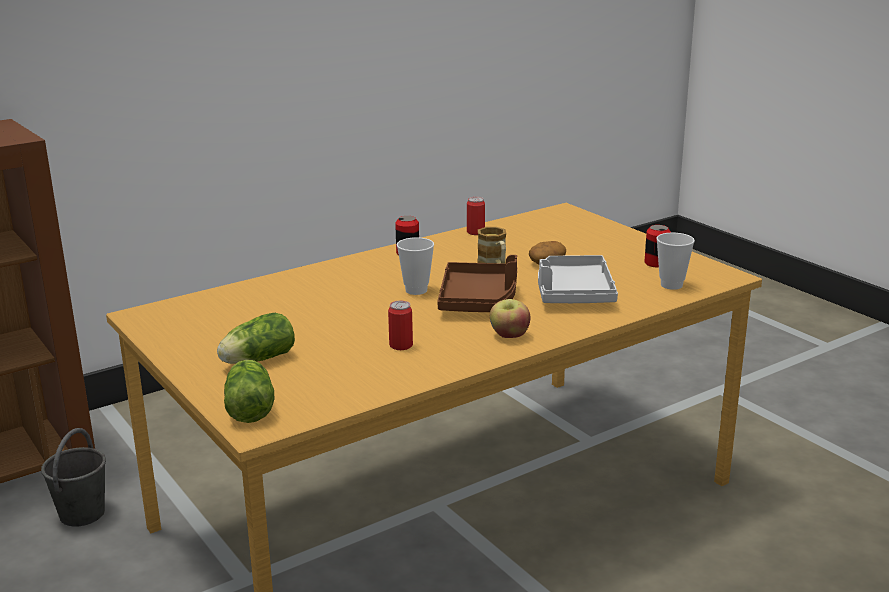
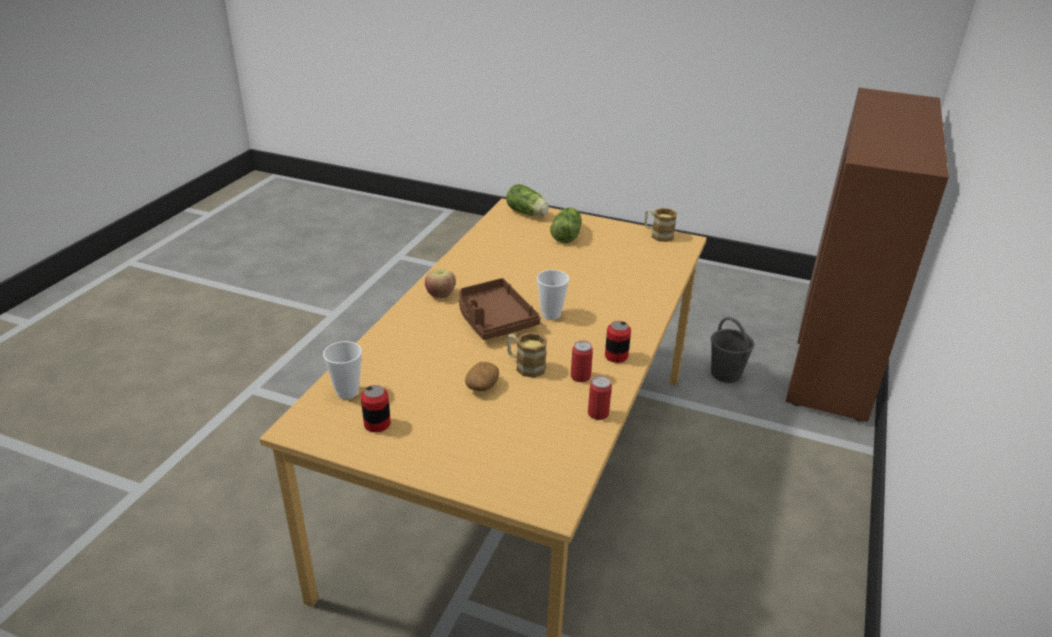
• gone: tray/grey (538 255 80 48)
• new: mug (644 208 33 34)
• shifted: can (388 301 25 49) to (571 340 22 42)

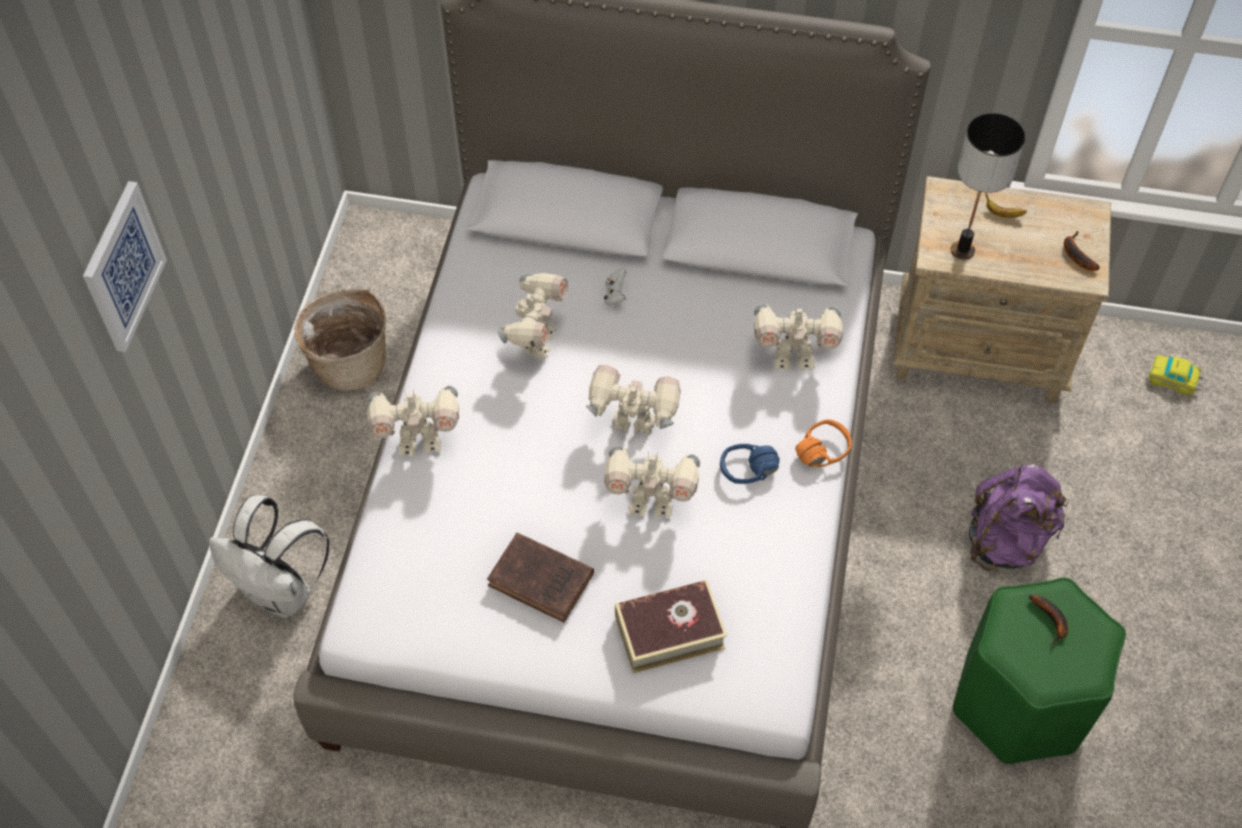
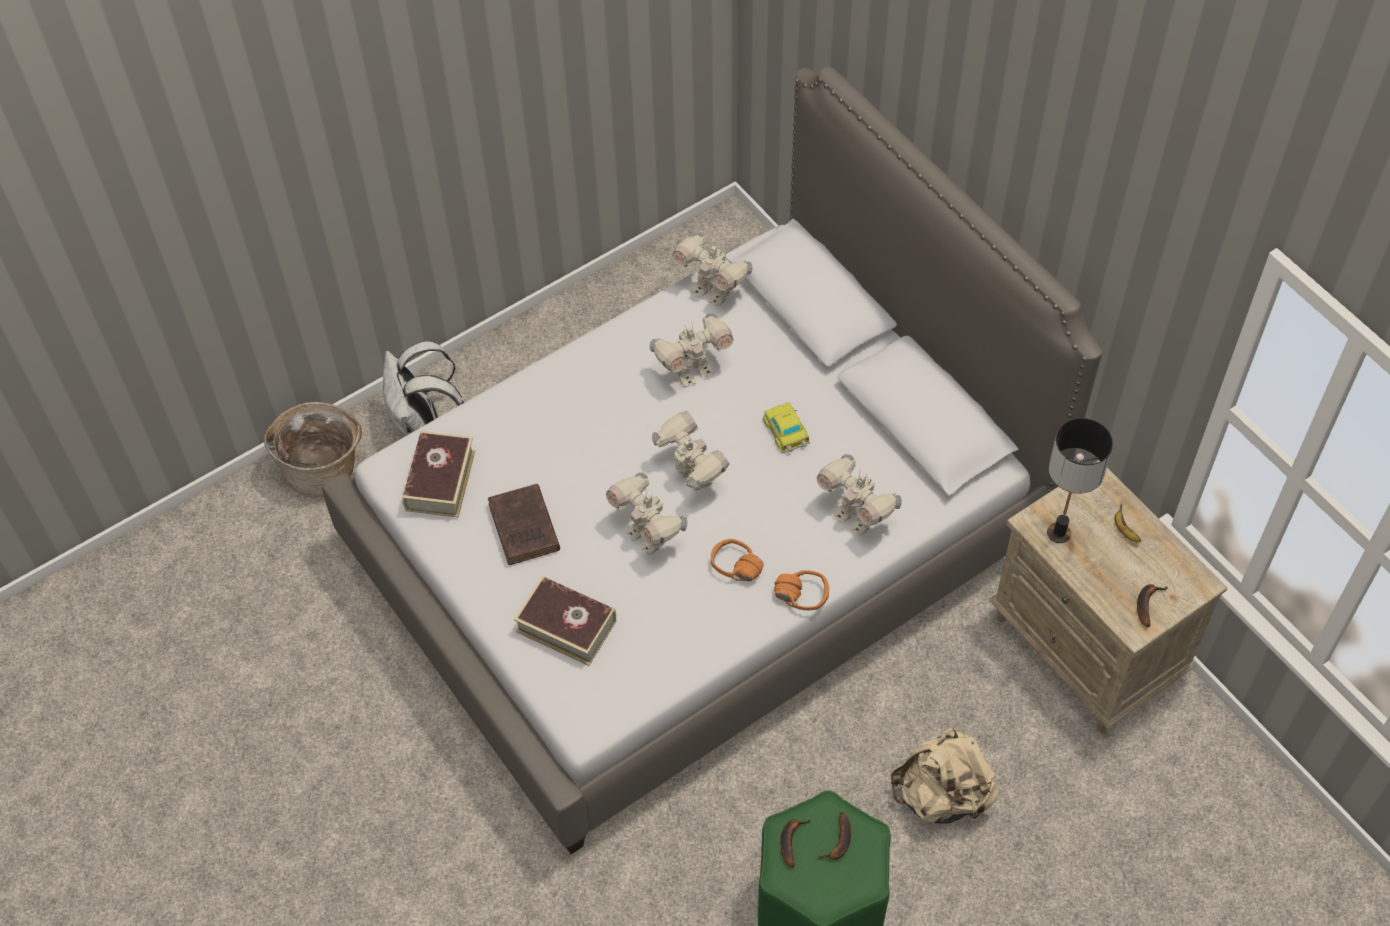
• gone: picture (83 181 84 171)
• gone: game controller/white (604 268 23 38)
• new: book (402 431 73 87)
• new: banana (780 819 31 49)
• shifted: basket (294 289 92 102) to (264 402 98 96)
• shifted: toy robot (367 386 92 71) to (672 233 81 73)
• shifted: toy car (1148 355 56 41) to (763 403 47 50)
• repainted: headphones/blue (720 444 60 40) to headphones/orange (711 538 53 43)
• repainted: backpack/purple (969 464 100 107) to backpack/beige (891 727 108 97)

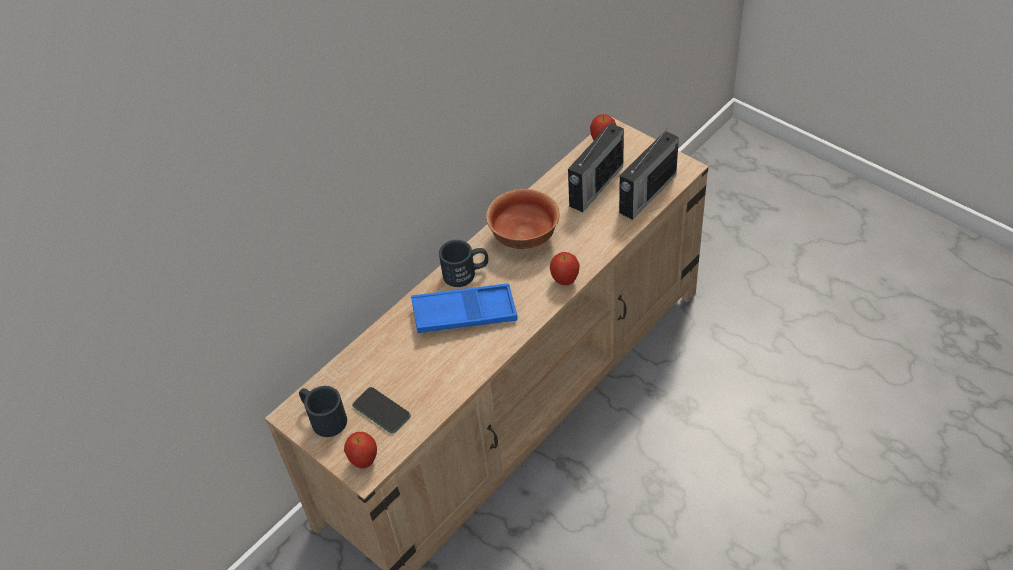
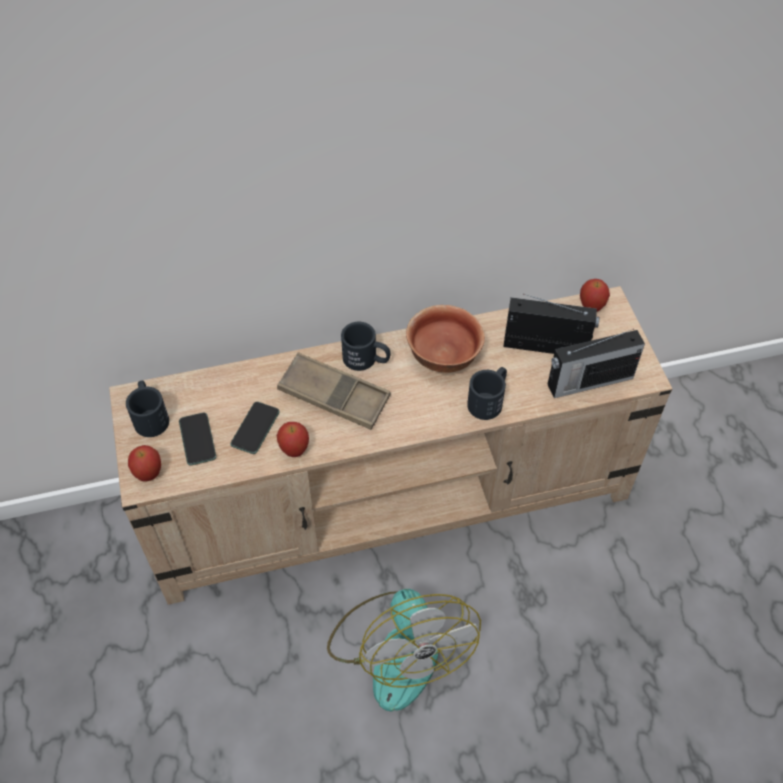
• new: phone (230 402 50 52)
• new: fan (327 589 154 123)
• new: mug/black (467 367 40 53)
• shifted: apple (550 252 29 33) to (276 422 33 35)
• repainted: tray/blue (411 284 106 49) to tray/brown (277 352 113 78)
• rotated: radio (568 121 56 91) = (503 294 96 60) 150 degrees counterclockwise

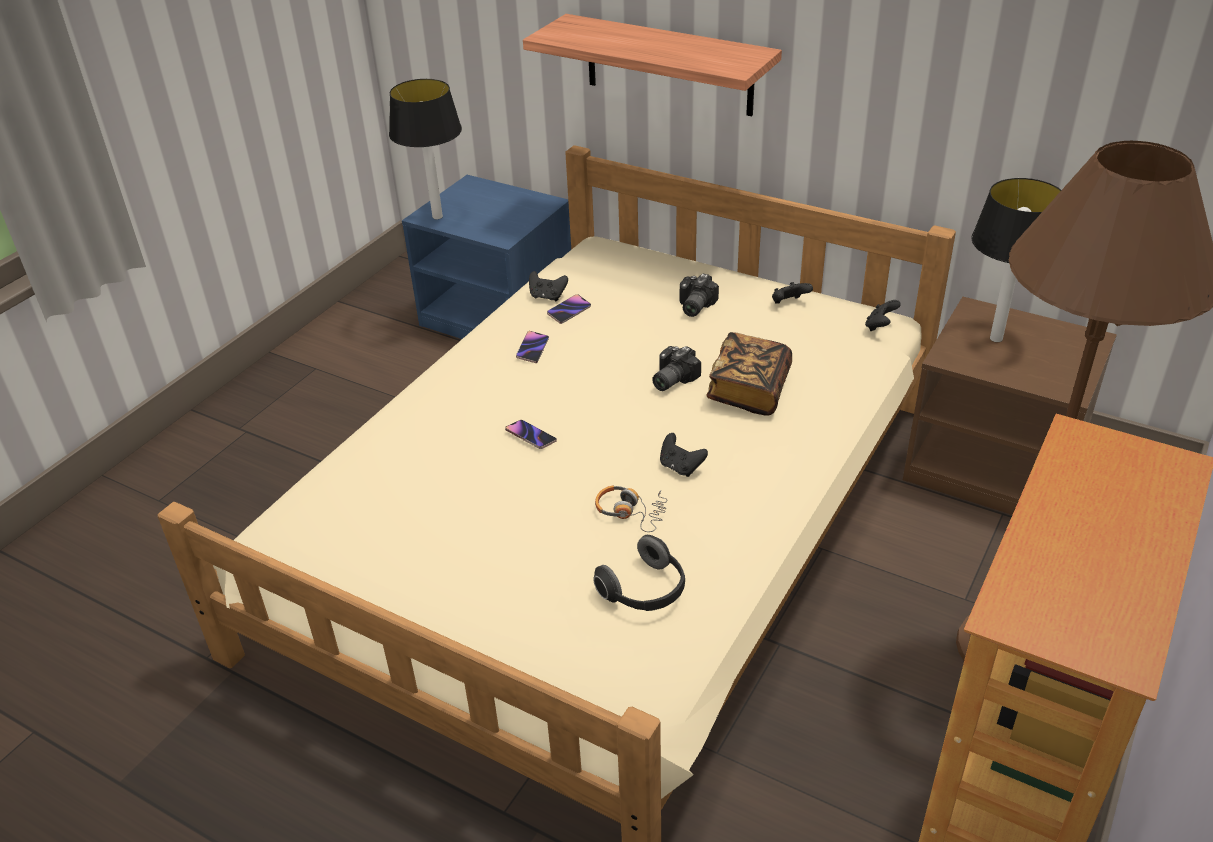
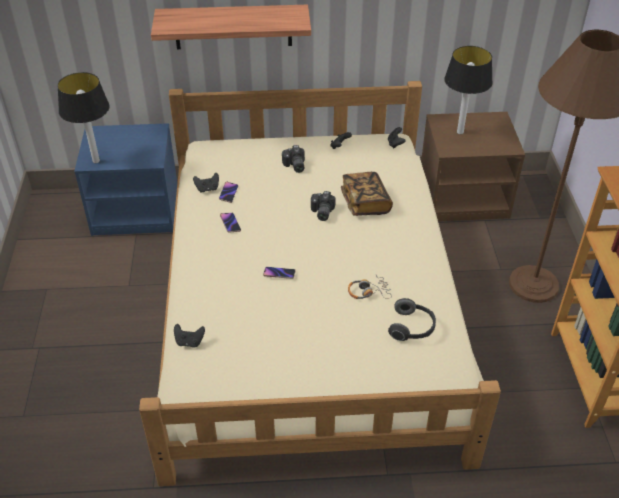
• shifted: game controller/black (660 433 48 44) to (174 324 31 24)

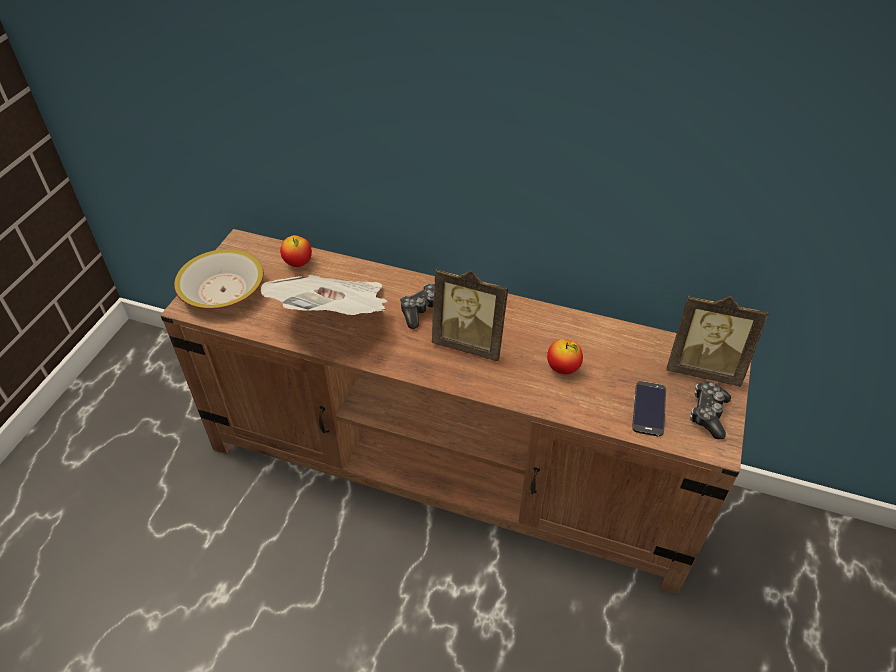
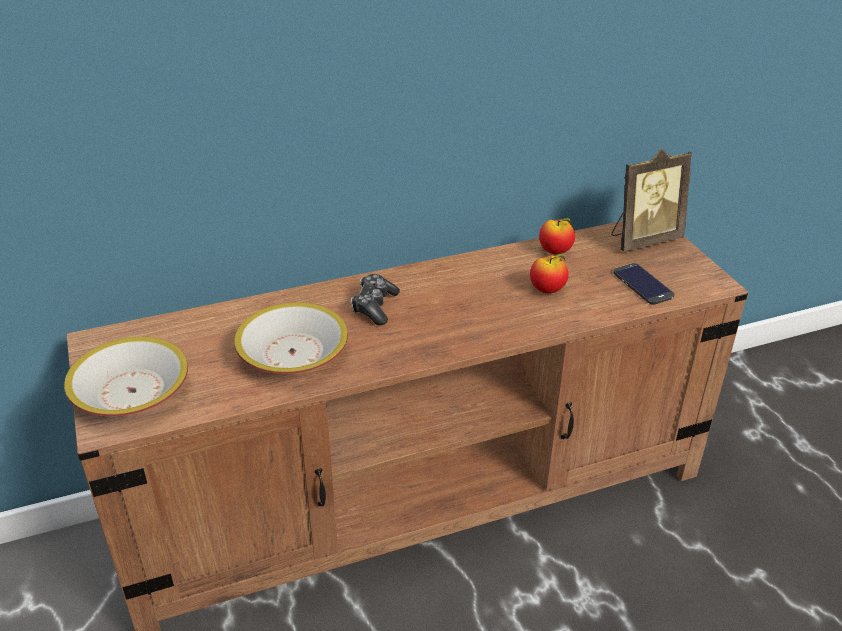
• gone: picture frame (432 268 76 93)
• gone: game controller (690 381 41 58)
• shifted: apple (280 235 32 32) to (539 218 36 37)
• swapped: newspaper (261 275 126 40) to bowl (234 302 114 72)

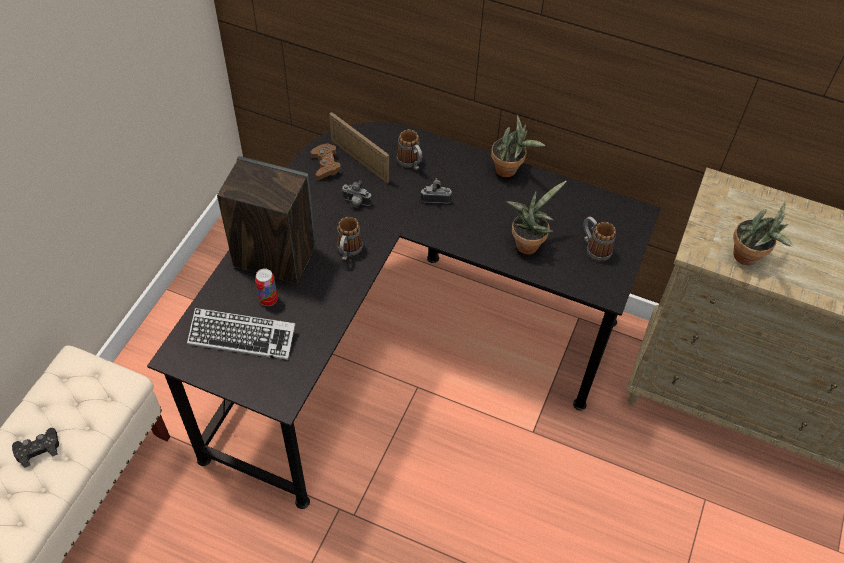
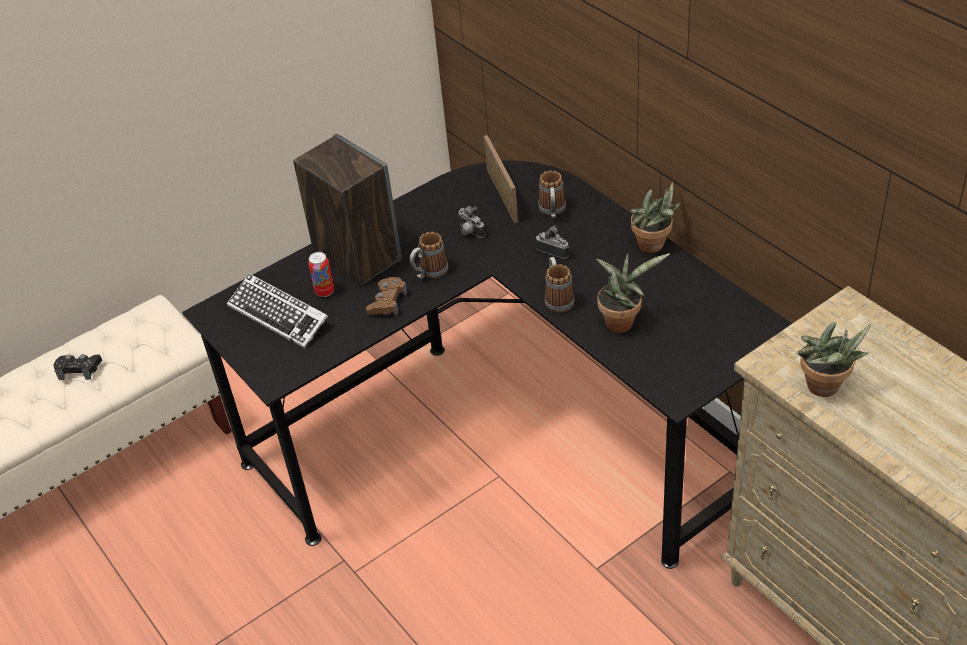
• shifted: game controller/brown (311 143 30 37) to (366 277 41 39)
• shifted: mug (583 217 33 44) to (545 257 30 56)

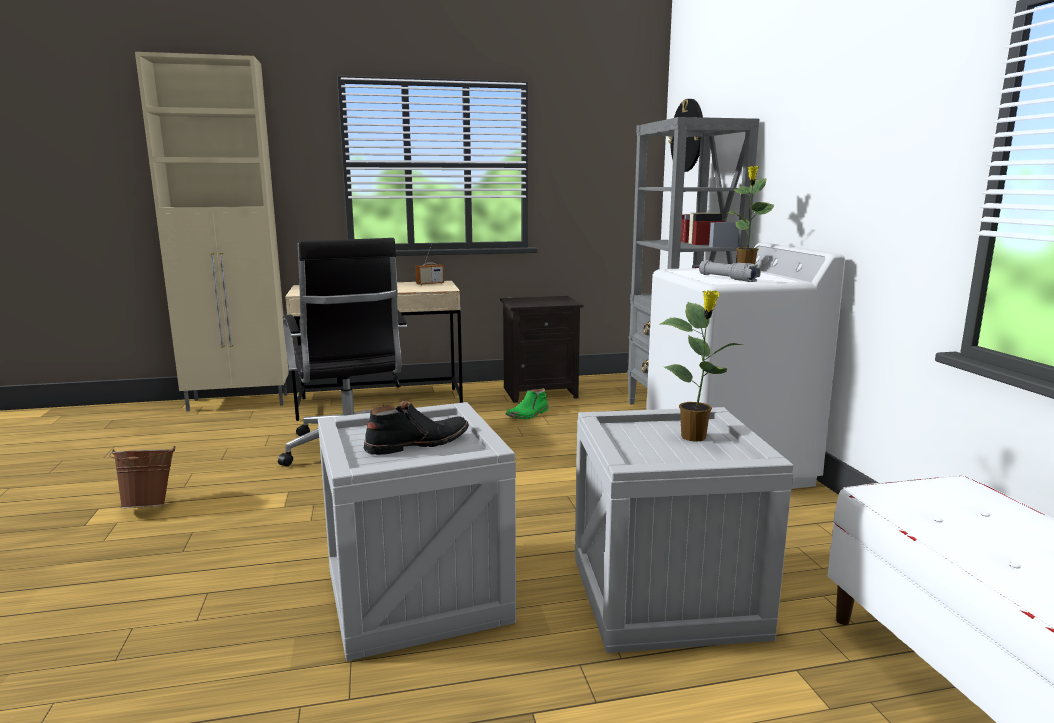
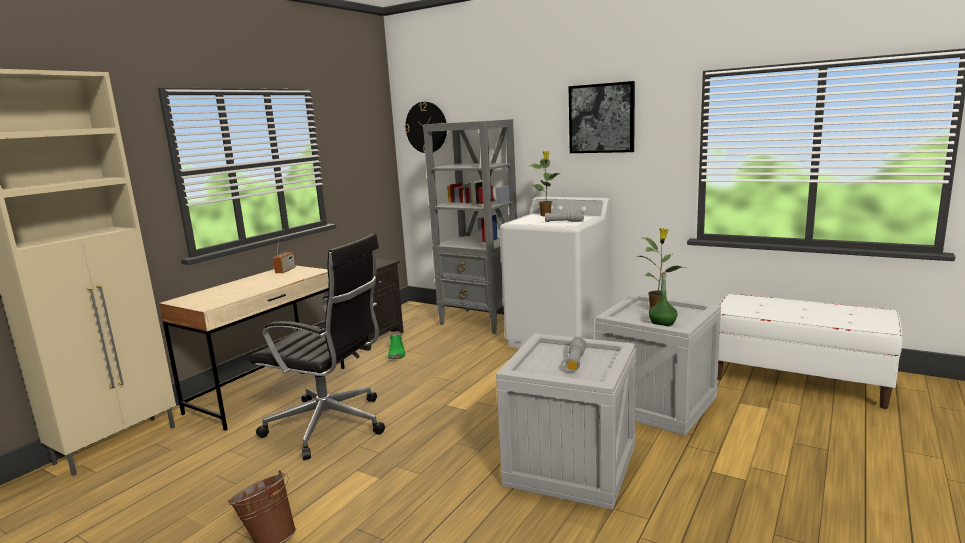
• new: picture (569 81 66 72)
• new: bottle/green (649 272 29 54)
• swapped: boot/black (364 401 105 54) to flashlight/grey (565 336 21 36)

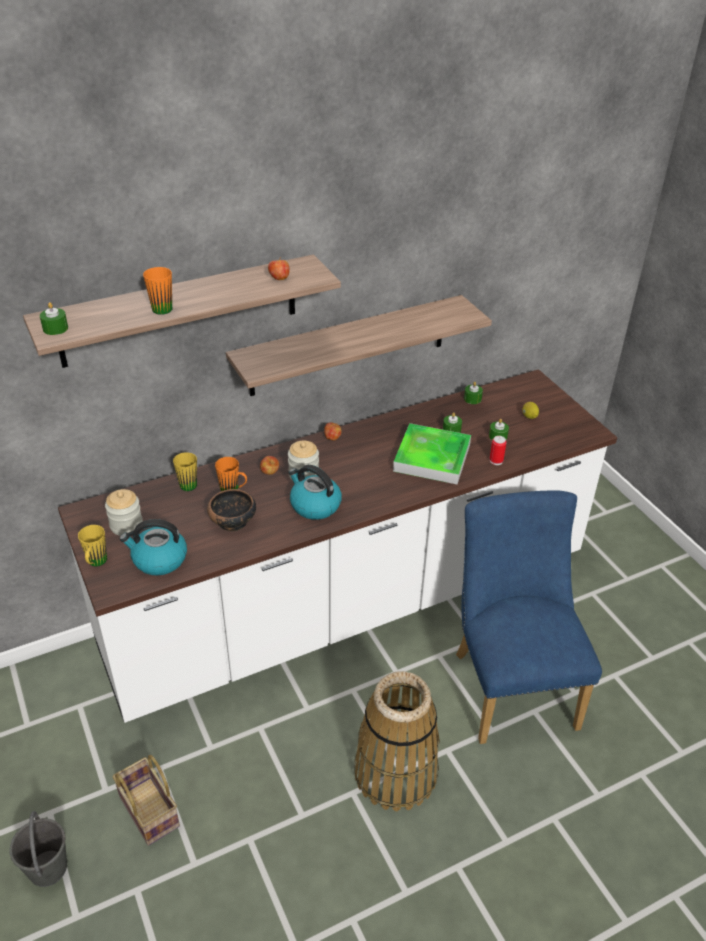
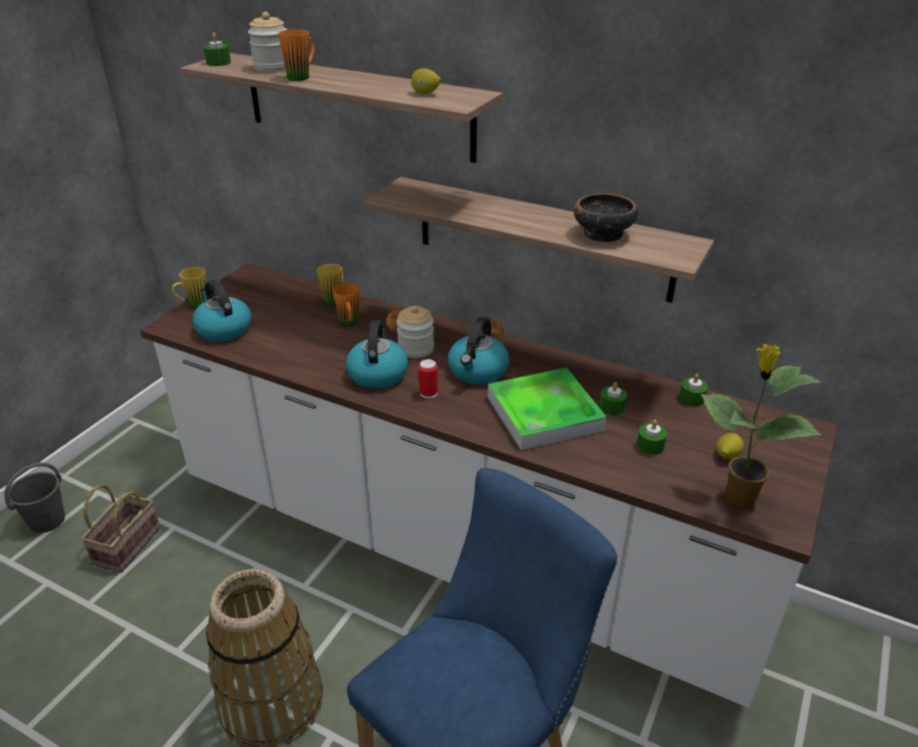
• new: kettle (448 317 61 67)
• new: potted plant (701 344 121 164)
• shifted: jar (105 489 38 47) to (248 12 39 60)
• shifted: bowl (207 489 49 43) to (573 193 65 49)
• shifted: can (490 436 17 29) to (418 359 20 40)
• swapped: apple (268 257 22 23) to lemon (411 68 30 26)

